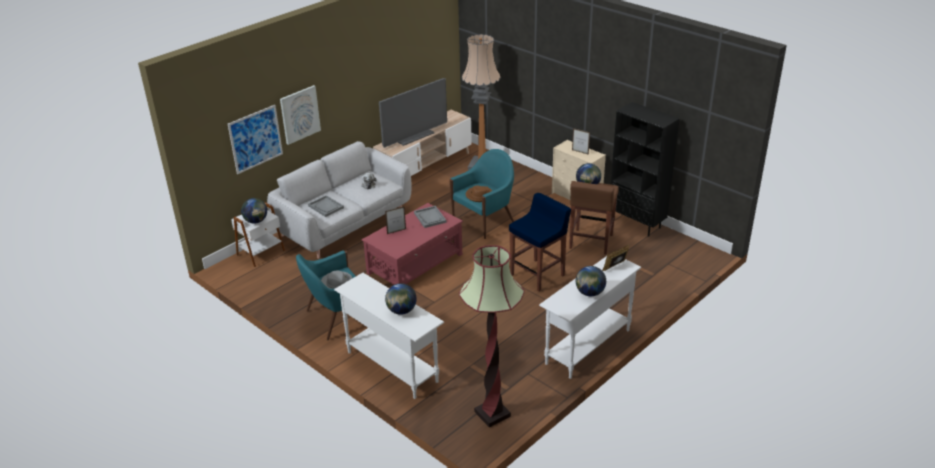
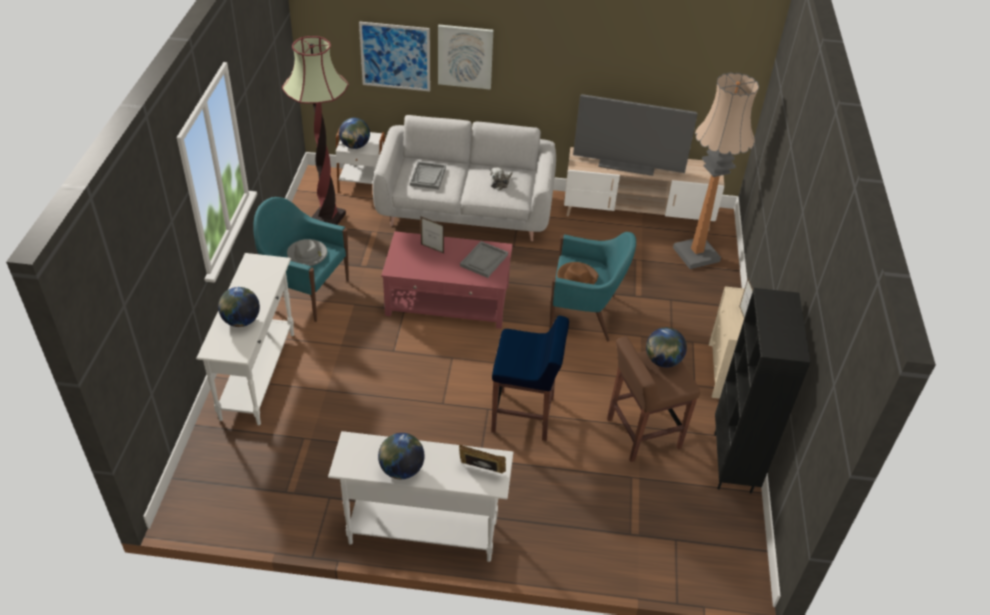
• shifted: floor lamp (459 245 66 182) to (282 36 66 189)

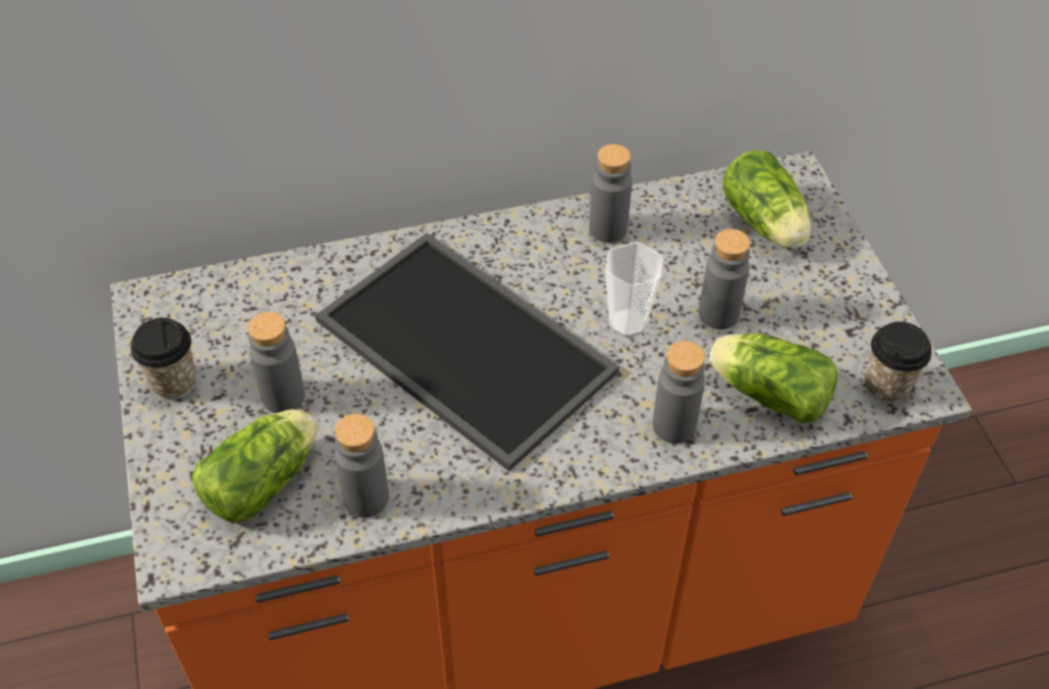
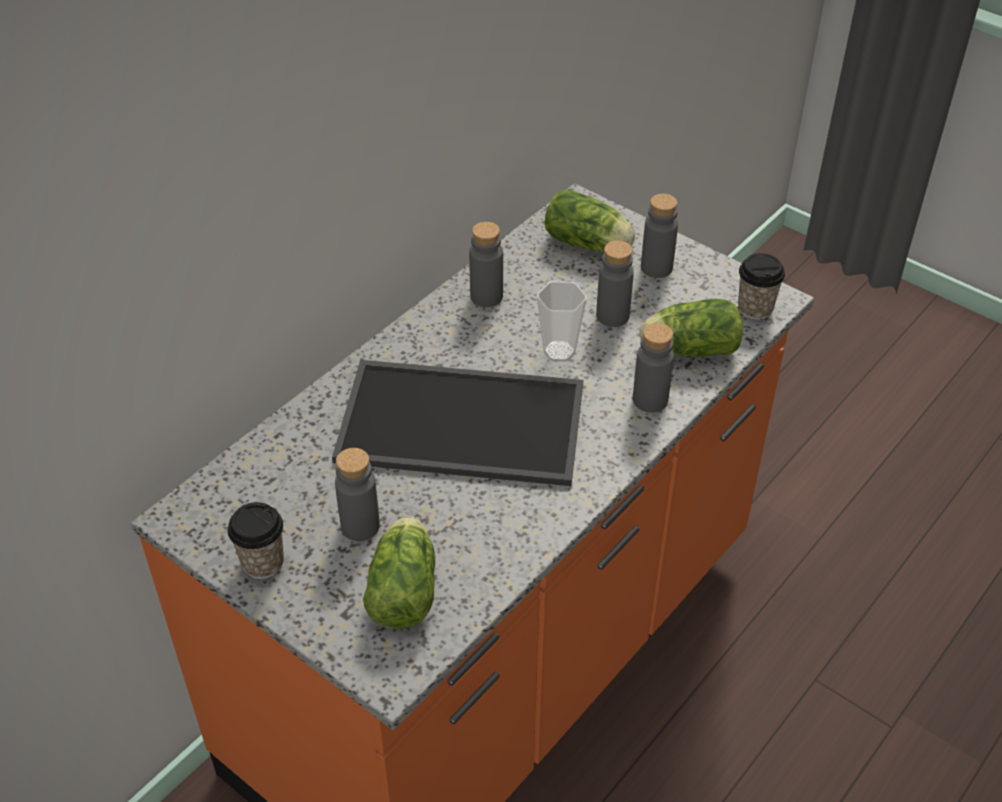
• shifted: bottle/grey (334 414 55 103) to (641 194 37 84)

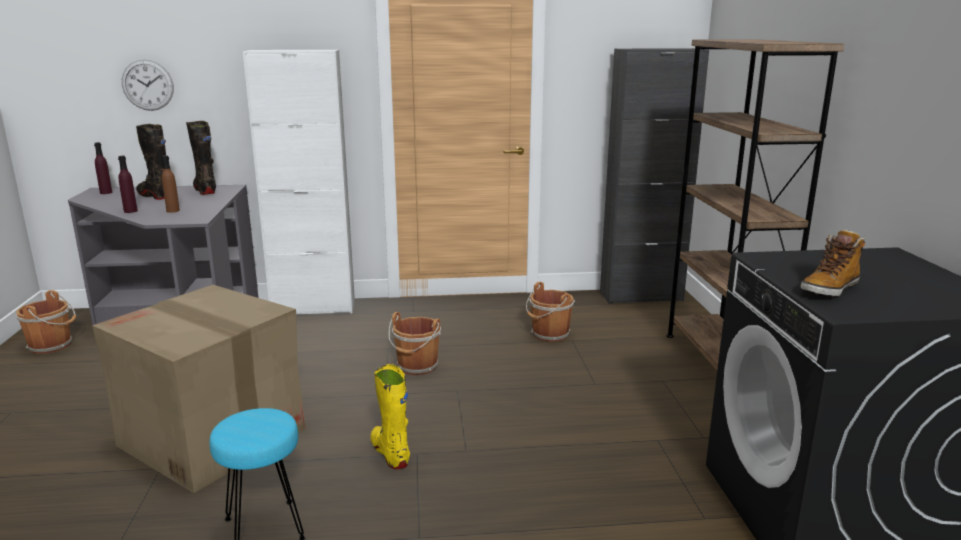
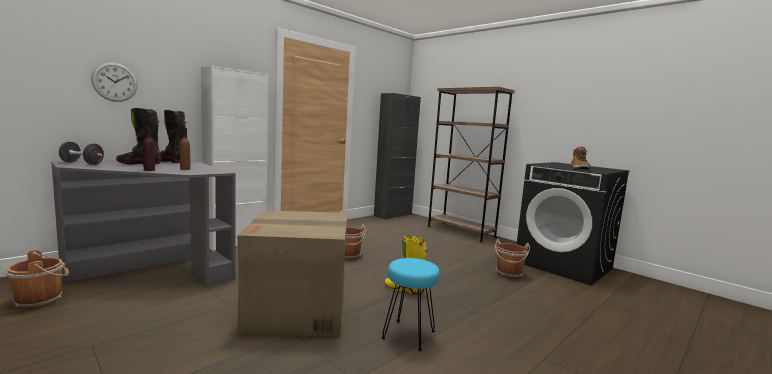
• shifted: bucket/brown (526 282 49 60) to (495 239 35 39)
• swapped: bottle/purple (94 142 18 52) to dumbbell/black (59 142 45 23)

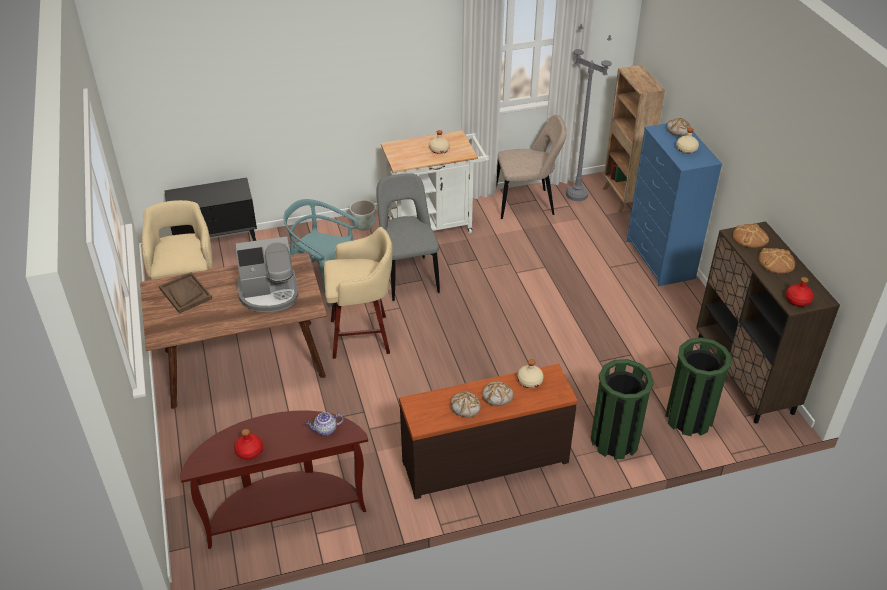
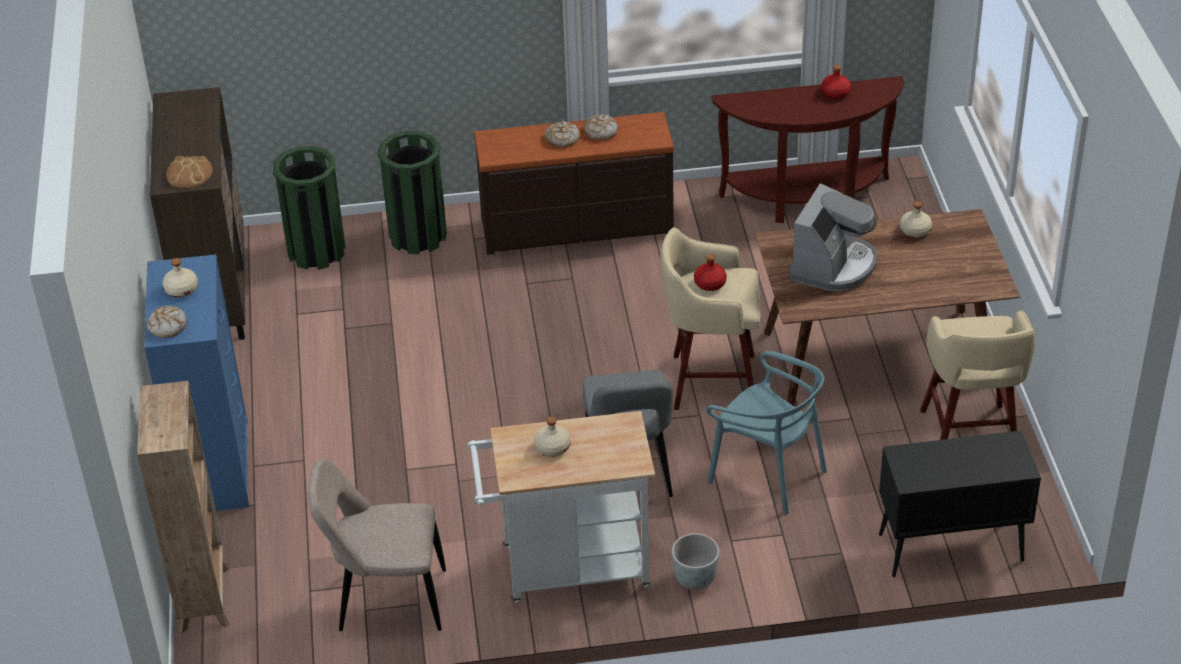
• gone: tray/brown (159 272 53 42)
• gone: teapot (306 412 38 24)
• gone: floor lamp/grey (566 24 46 177)
• gone: bread (759 248 36 25)
• shifted: bottle/beige (517 359 27 29) to (900 201 32 37)
• shifted: bottle/red (786 277 28 30) to (694 254 33 37)
• rotated: coffee machine (236 237 62 75) = (789 183 88 108) 120 degrees clockwise

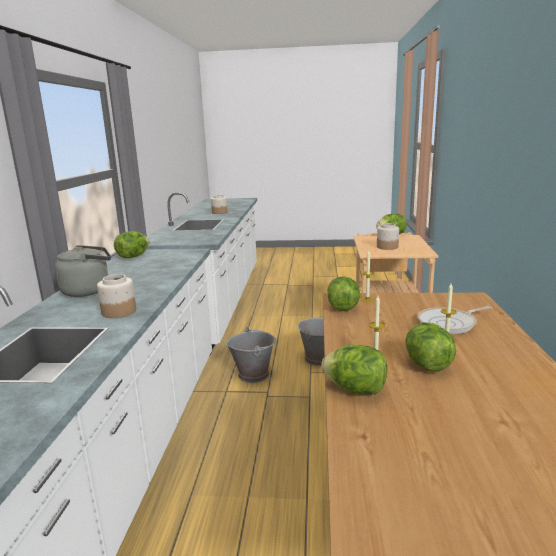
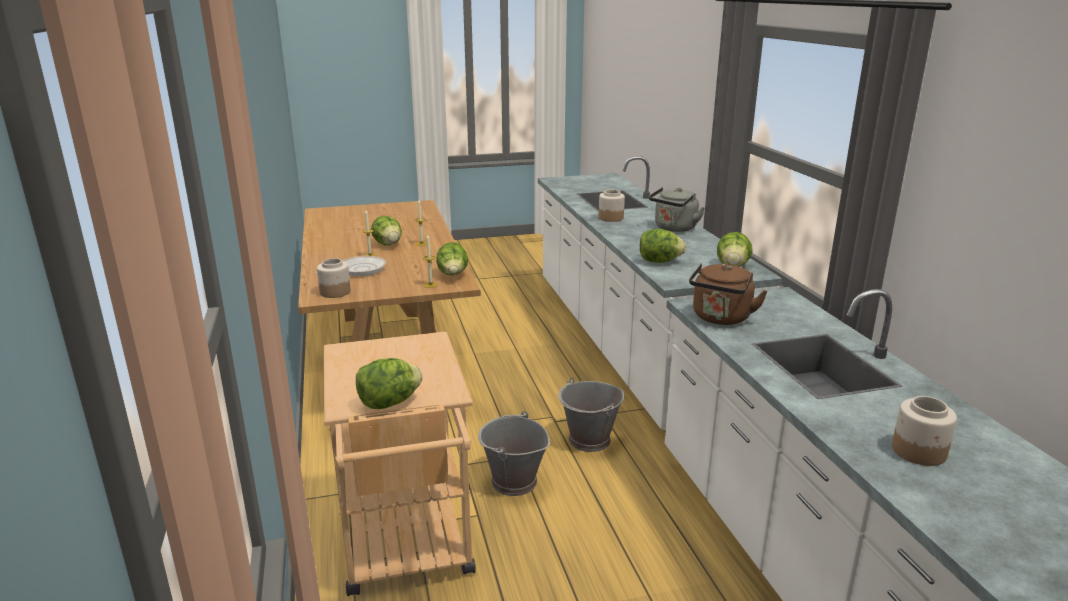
• new: kettle/brown (689 263 79 62)
• shifted: lettuce (321 345 66 49) to (640 229 46 34)
• shifted: jar (377 223 22 27) to (317 258 34 40)

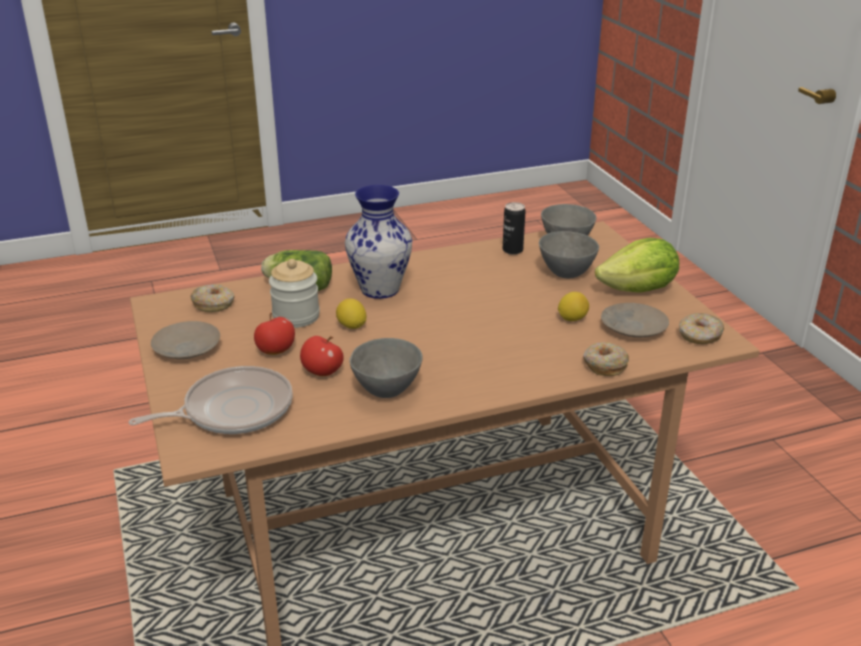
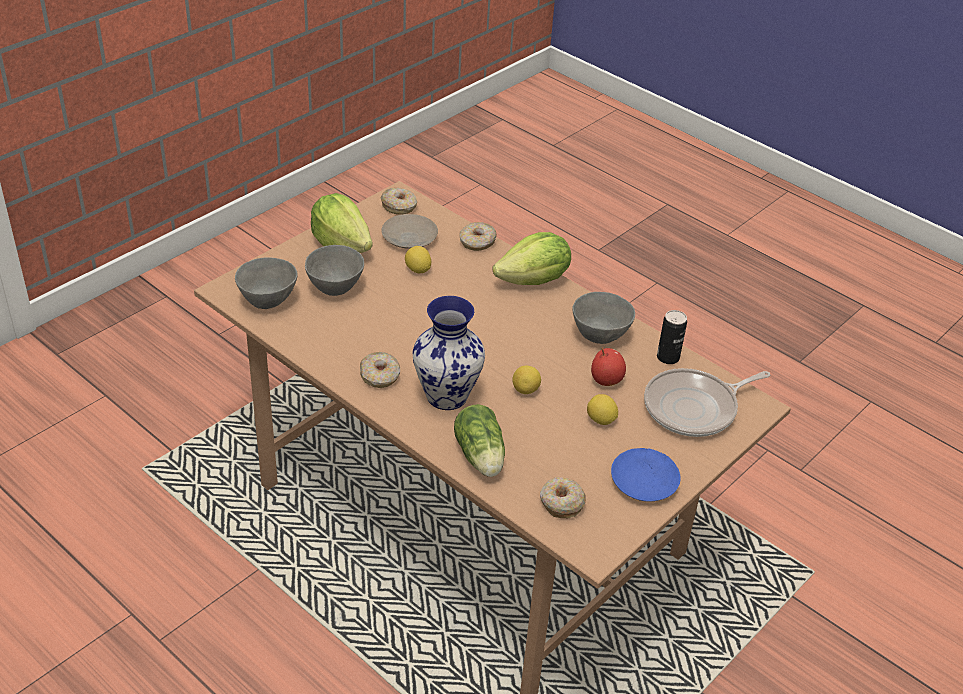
• gone: jar (269 259 51 69)
• new: donut (360 352 40 36)
• new: lettuce (492 232 79 53)
• shifted: can (503 202 23 53) to (657 310 30 54)
• swapped: apple (254 313 41 42) to lemon (587 394 31 31)
• repainted: plate/beige (151 321 69 38) to plate/blue (611 448 70 53)
• rotated: frying pan (129 366 164 68) = (644 368 126 69) 60 degrees counterclockwise

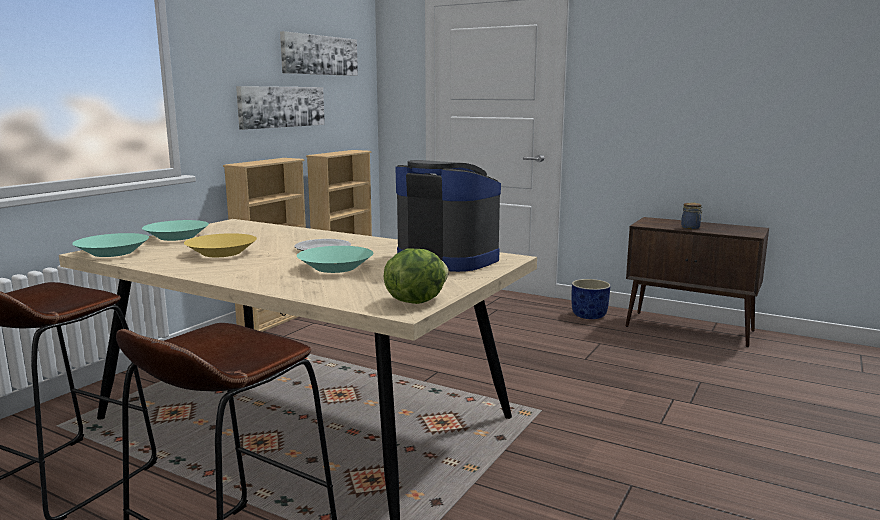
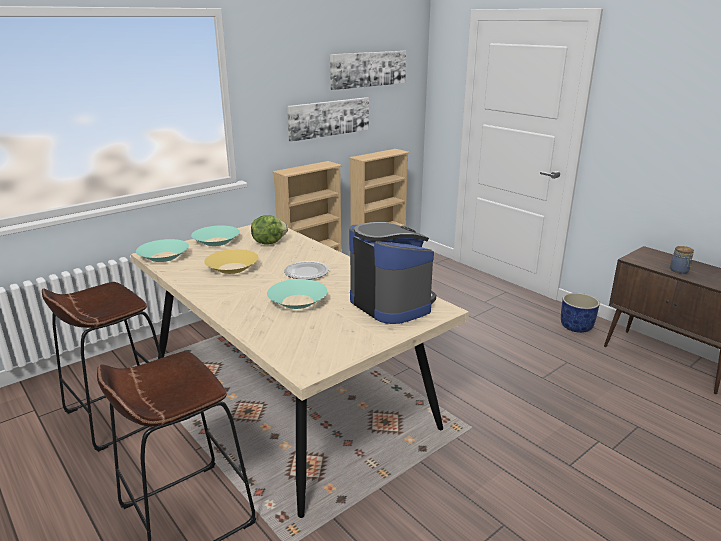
• shifted: lettuce (384 249 65 55) to (251 215 37 30)

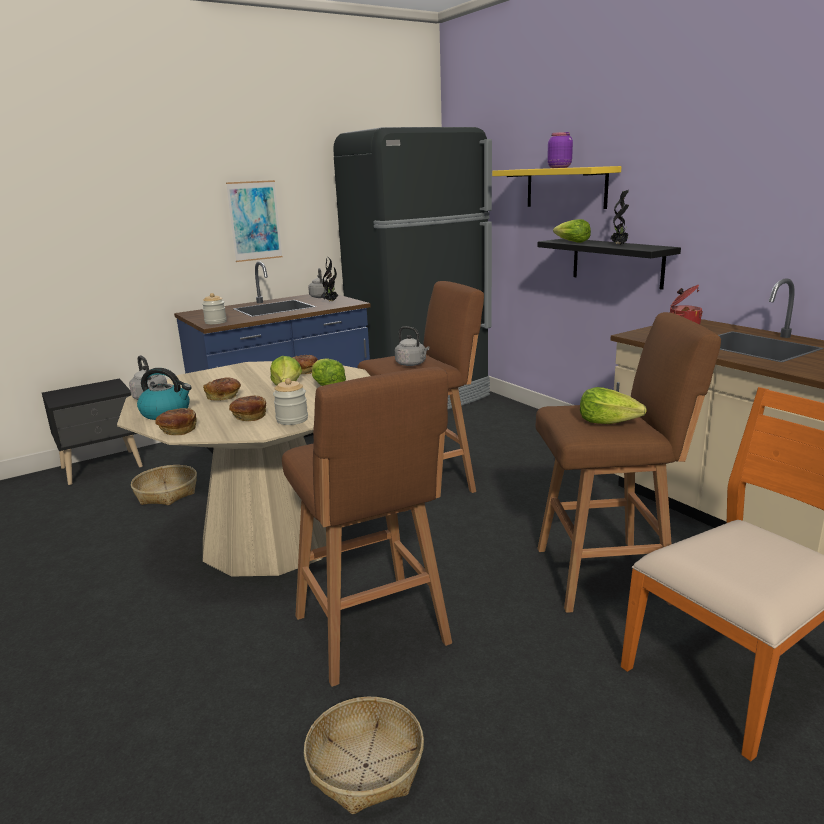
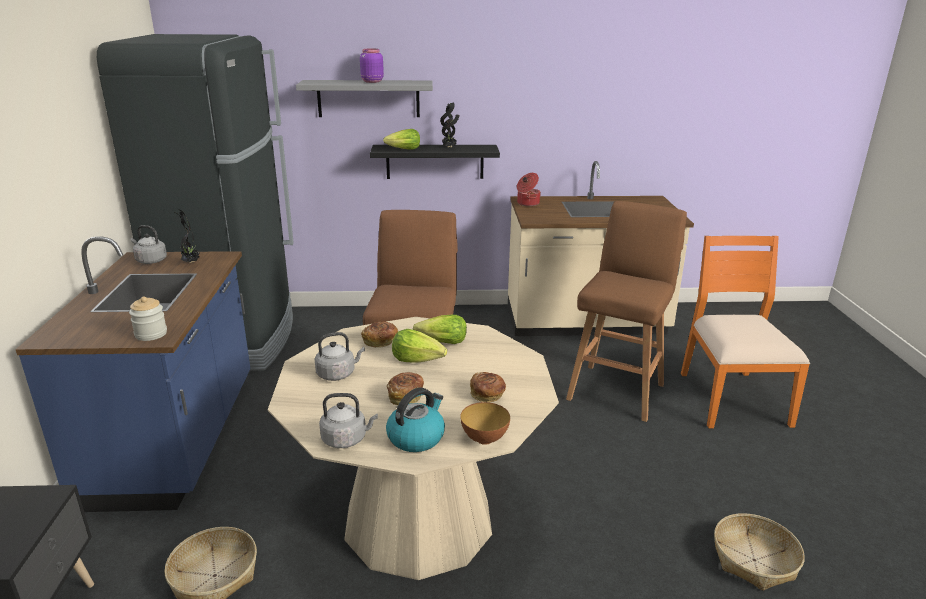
• gone: picture (226 180 57 82)
• gone: jar (273 378 35 47)
• gone: stool/brown (282 367 170 320)
• gone: lettuce (580 387 67 37)
• shifted: kettle/grey (395 326 34 40) to (315 332 50 49)
• swapped: bread (155 408 42 27) to bowl (460 402 50 43)
• repainted: shelf/yellow (492 166 129 43) to shelf/grey (296 80 137 37)

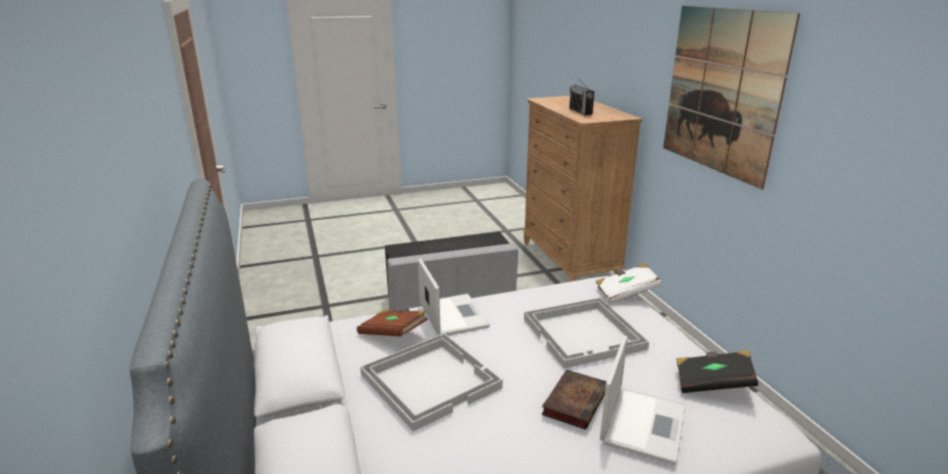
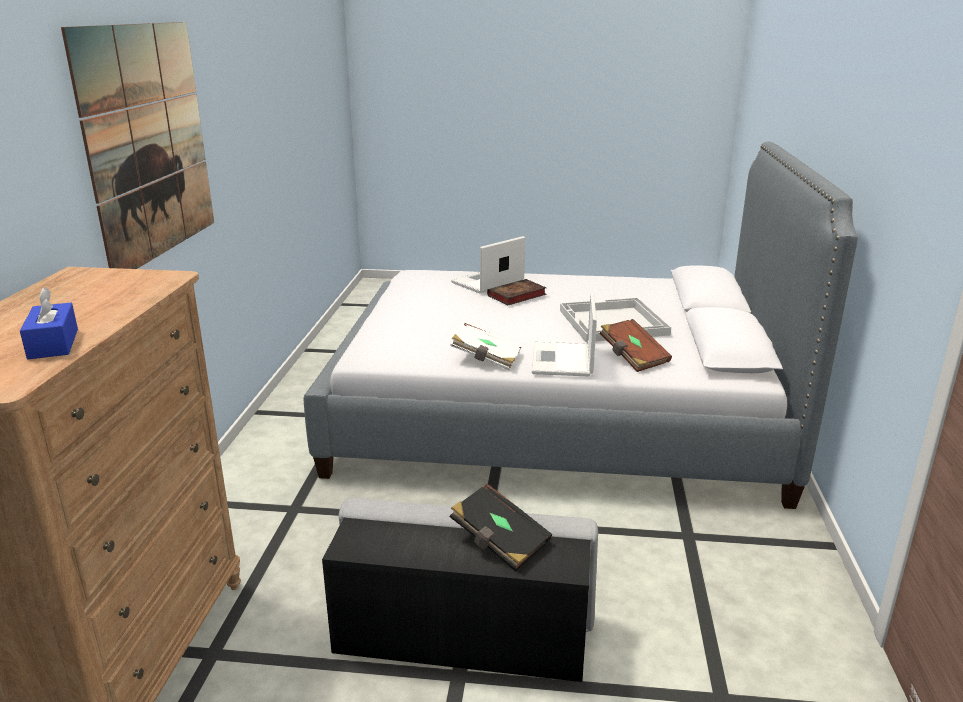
• gone: tray/white (524 298 125 71)
• gone: radio (569 76 26 39)
• new: tissue box/blue (20 287 58 72)
• shifted: book/white (596 263 66 41) to (450 323 72 47)
• shifted: book/black (676 350 82 43) to (450 484 102 87)

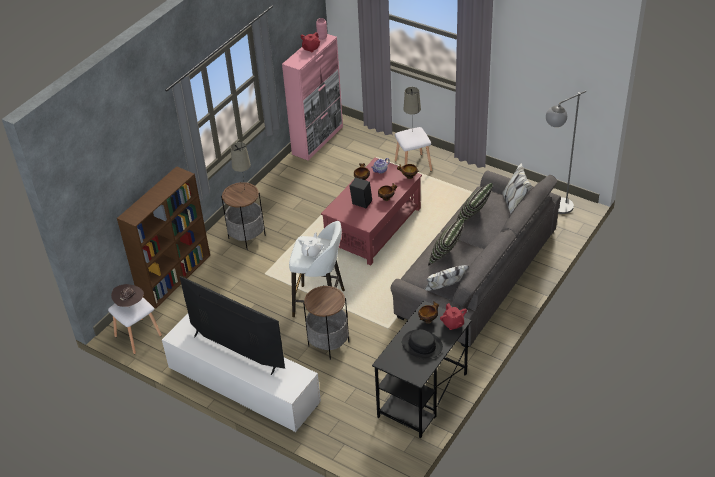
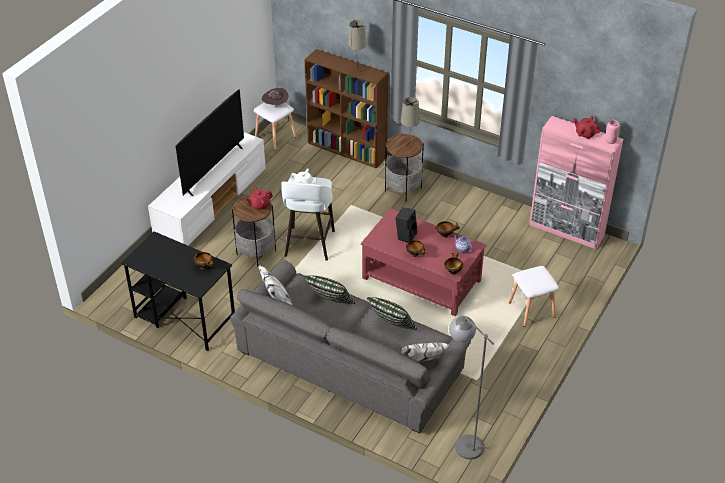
• gone: hat/black (402 329 41 30)
• shifted: table lamp/beige (404 87 17 45) to (348 20 19 51)
• shifted: teapot/red (440 303 27 27) to (245 187 28 24)

